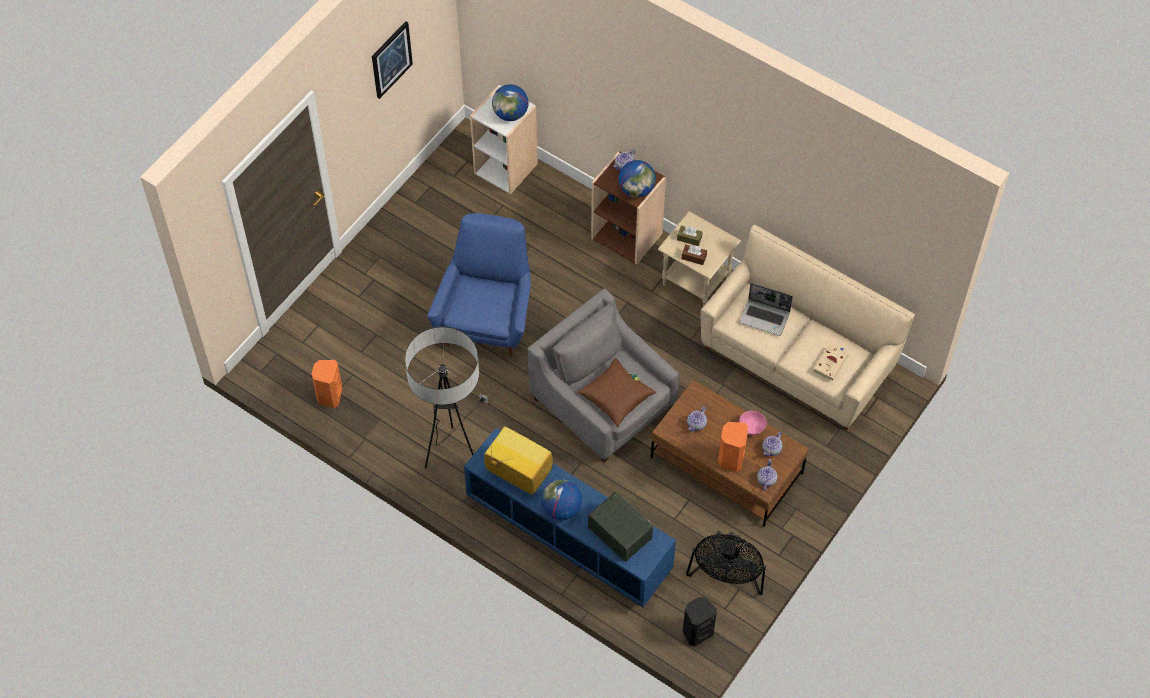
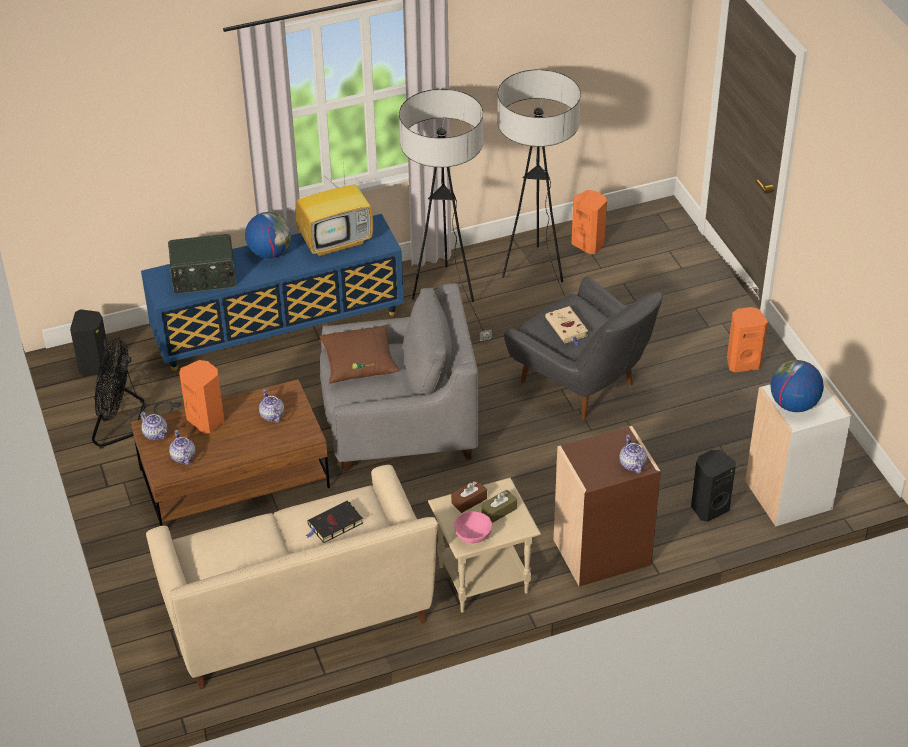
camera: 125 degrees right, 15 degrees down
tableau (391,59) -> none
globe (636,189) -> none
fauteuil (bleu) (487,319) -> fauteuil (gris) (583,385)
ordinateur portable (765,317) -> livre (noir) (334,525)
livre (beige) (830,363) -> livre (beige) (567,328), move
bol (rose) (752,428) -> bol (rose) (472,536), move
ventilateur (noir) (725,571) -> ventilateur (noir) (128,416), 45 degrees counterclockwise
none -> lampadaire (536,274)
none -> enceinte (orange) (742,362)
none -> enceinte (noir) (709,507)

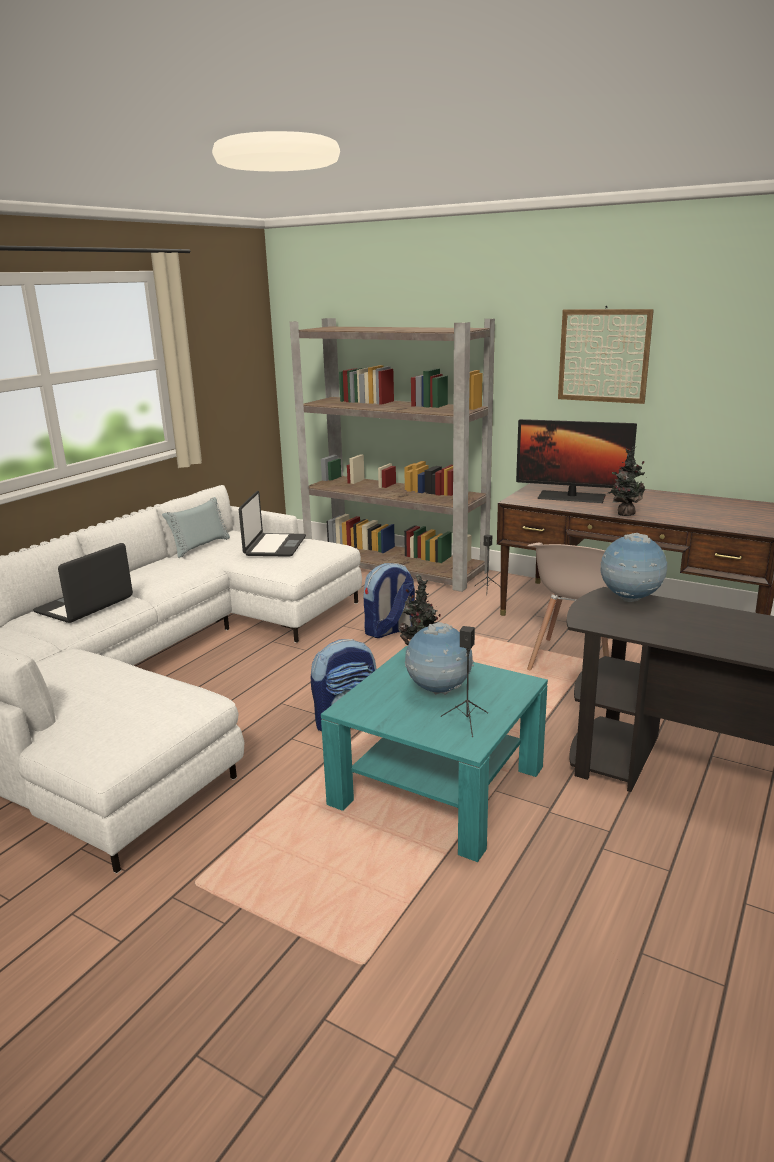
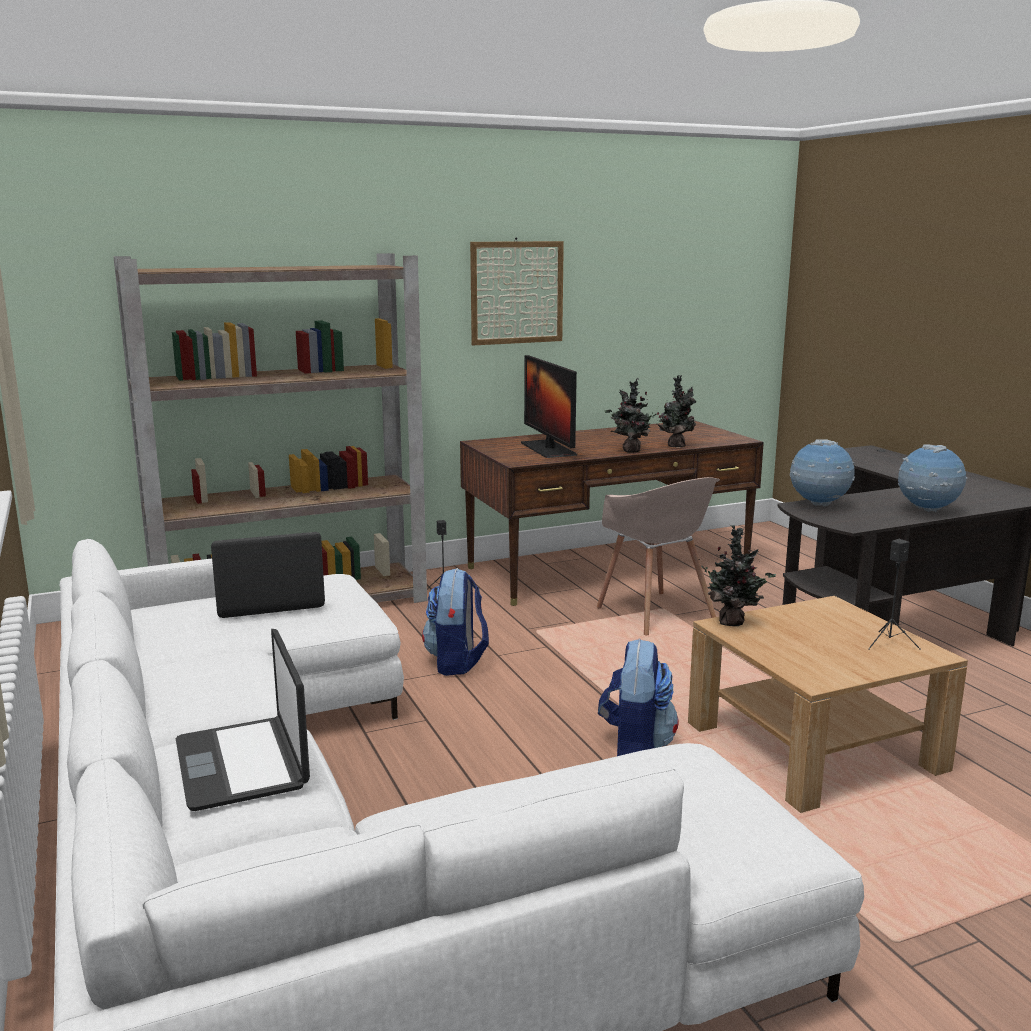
camera: 55 degrees left, 5 degrees down
écran d'ordinateur (571,497) -> écran d'ordinateur (548,449), 105 degrees clockwise
ordinateur portable (274,546) -> ordinateur portable (269,601), 60 degrees counterclockwise
coussin (bleu) (200,547) -> none
globe (438,691) -> globe (927,511), move
table basse (turquoise) (438,786) -> table basse (marron) (814,746)
none -> plante en pot (676,446)

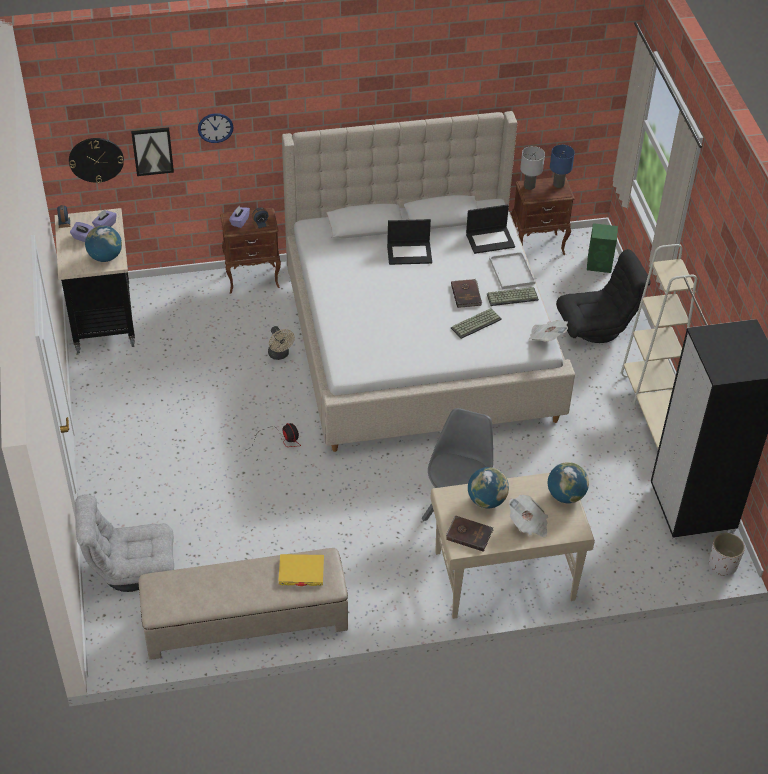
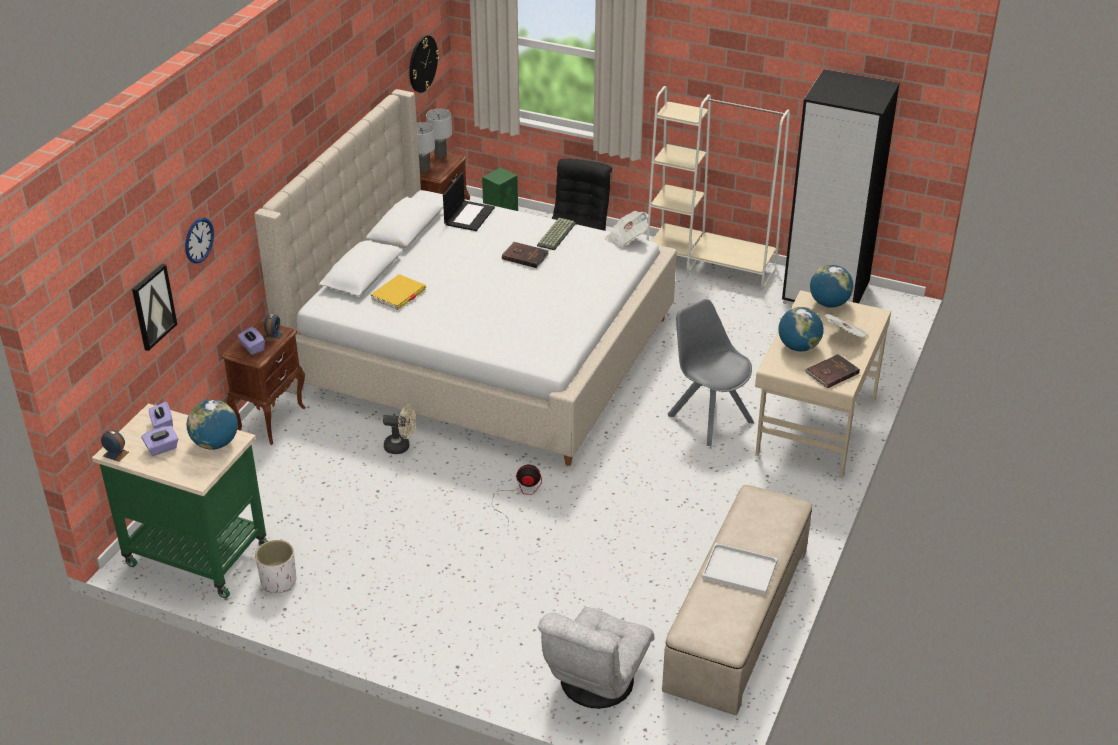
camera: 55 degrees left, 10 degrees down
horloge murale (96,159) -> horloge murale (422,63), move
lampe de table (bleu) (558,185) -> lampe de table (blanc) (441,156)
chariot (noir) (102,320) -> chariot (vert) (196,556)
ordinateur portable (410,253) -> none
plateau (blanc) (511,270) -> plateau (blanc) (738,570), move
clavier (476,323) -> none
cache-pot (blanc) (722,564) -> cache-pot (blanc) (279,581), move
livre (jaune) (301,572) -> livre (jaune) (398,294), move

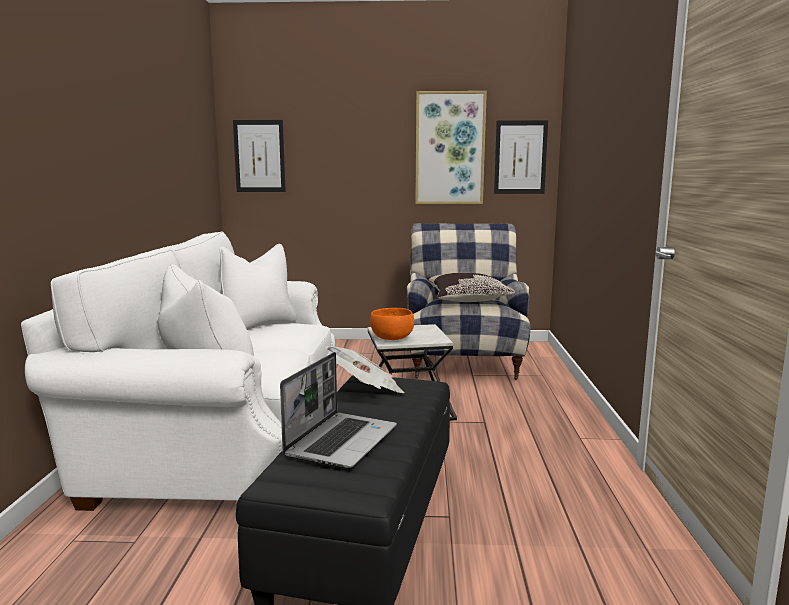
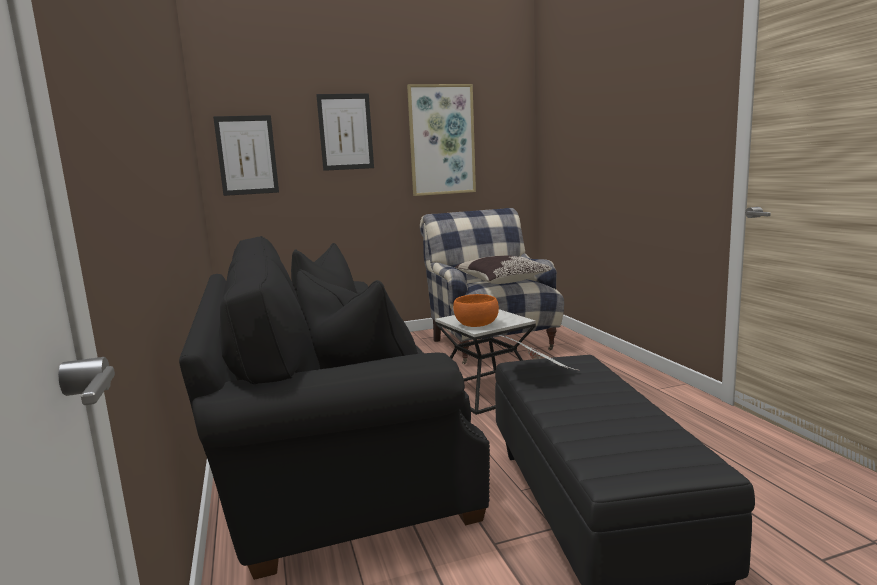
camera: 20 degrees left, 0 degrees up
tableau (520,157) -> tableau (345,132), move
canapé (blanc) (222,433) -> canapé (noir) (331,454)
ordinateur portable (341,441) -> none

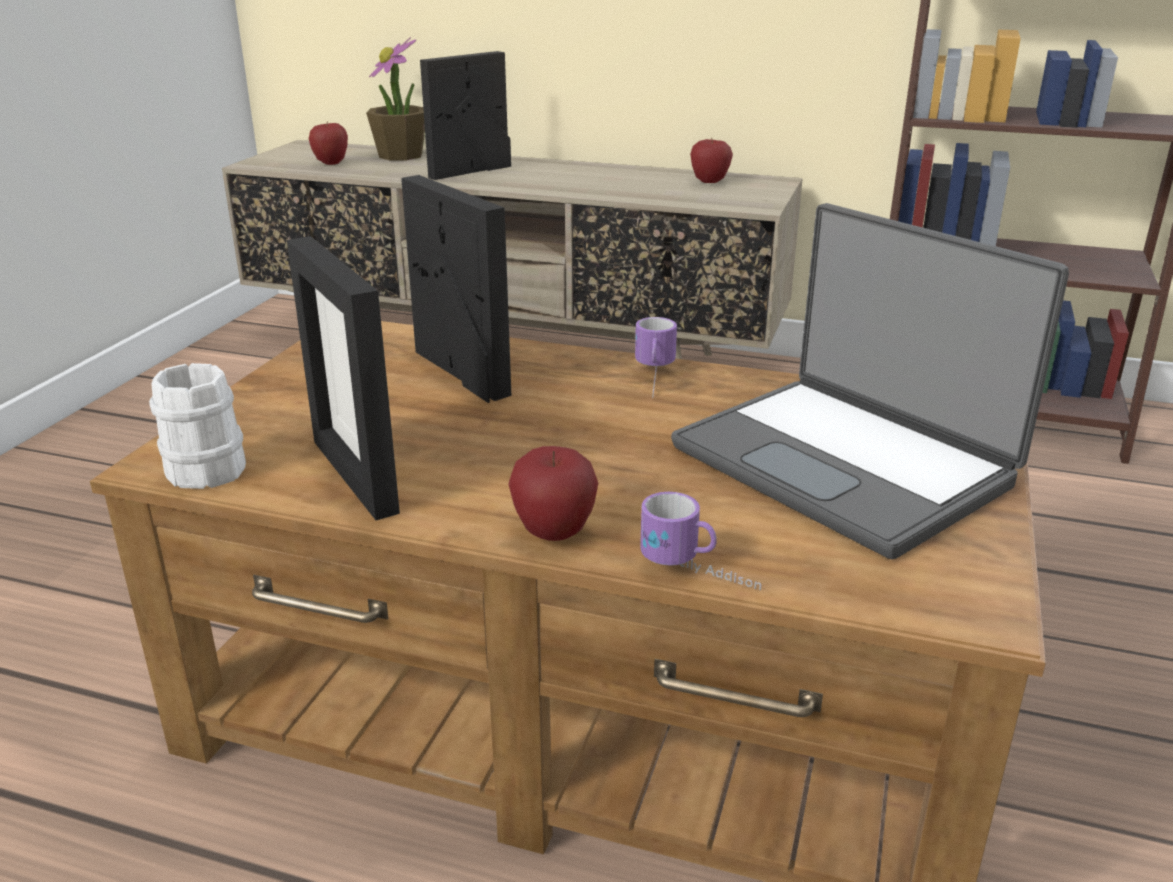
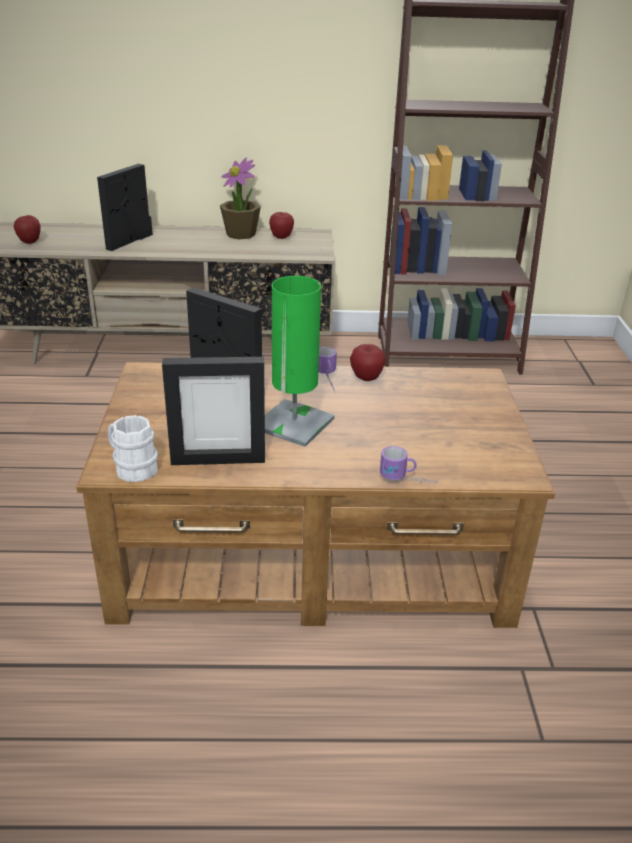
camera: 20 degrees left, 5 degrees up
plante en pot (401,155) -> plante en pot (241,234), move
ordinateur portable (845,464) -> none
cadre photo (358,474) -> cadre photo (218,459), 45 degrees counterclockwise
pomme (554,533) -> pomme (366,378), move
none -> lampe de table (vert) (294,423)

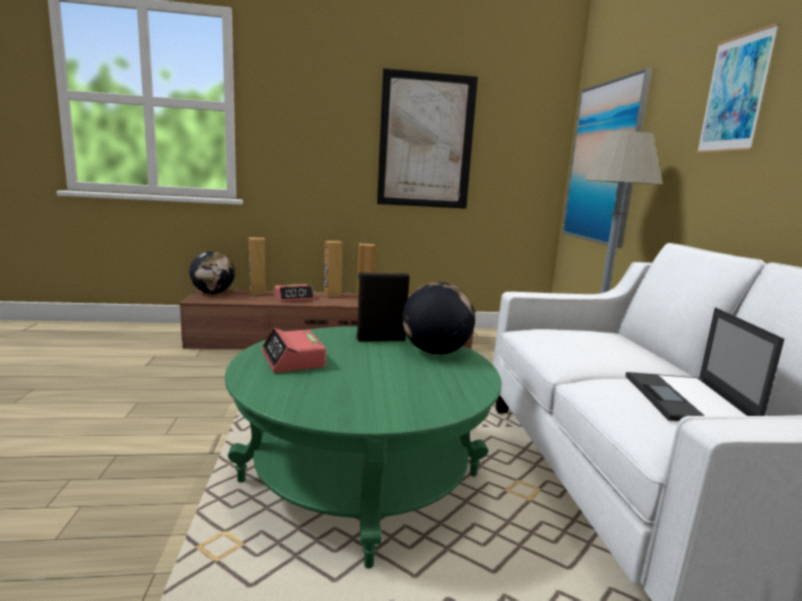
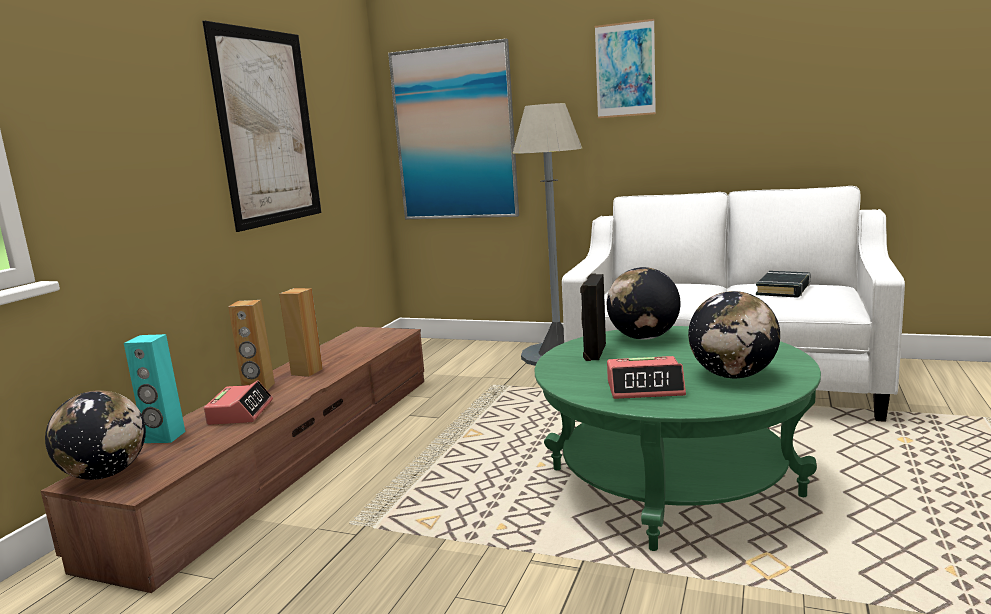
camera: 60 degrees left, 0 degrees up
enceinte (marron) (257,293) -> enceinte (turquoise) (164,437)
ordinateur portable (688,400) -> livre (noir) (783,289)
none -> globe (733,375)

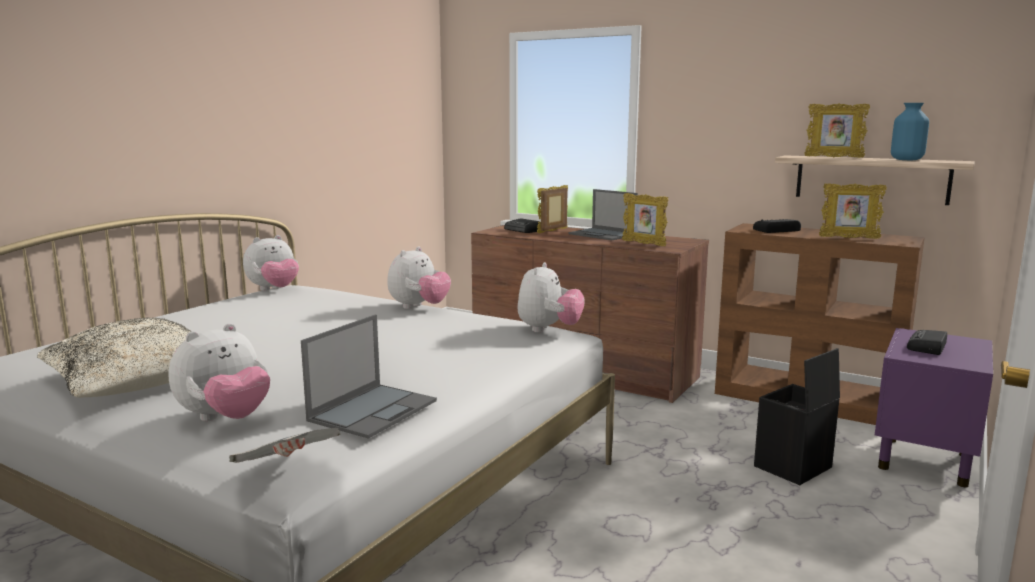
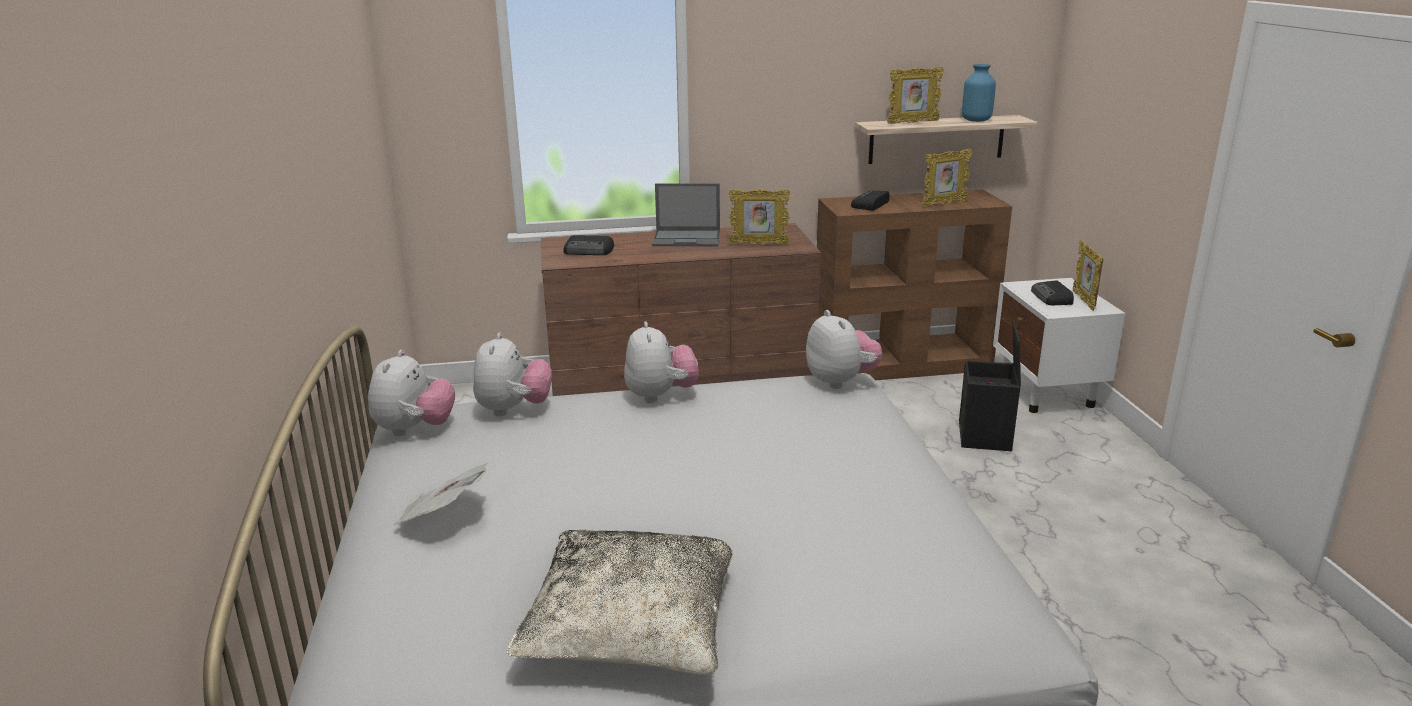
camera: 40 degrees left, 10 degrees up
cadre photo (553,231) -> cadre photo (1084,301), move
ordinateur portable (374,410) -> none
peluche (225,419) -> peluche (513,409), move
table de chevet (violet) (924,462) -> table de chevet (blanc) (1047,395)
journal (287,474) -> journal (444,516), move

